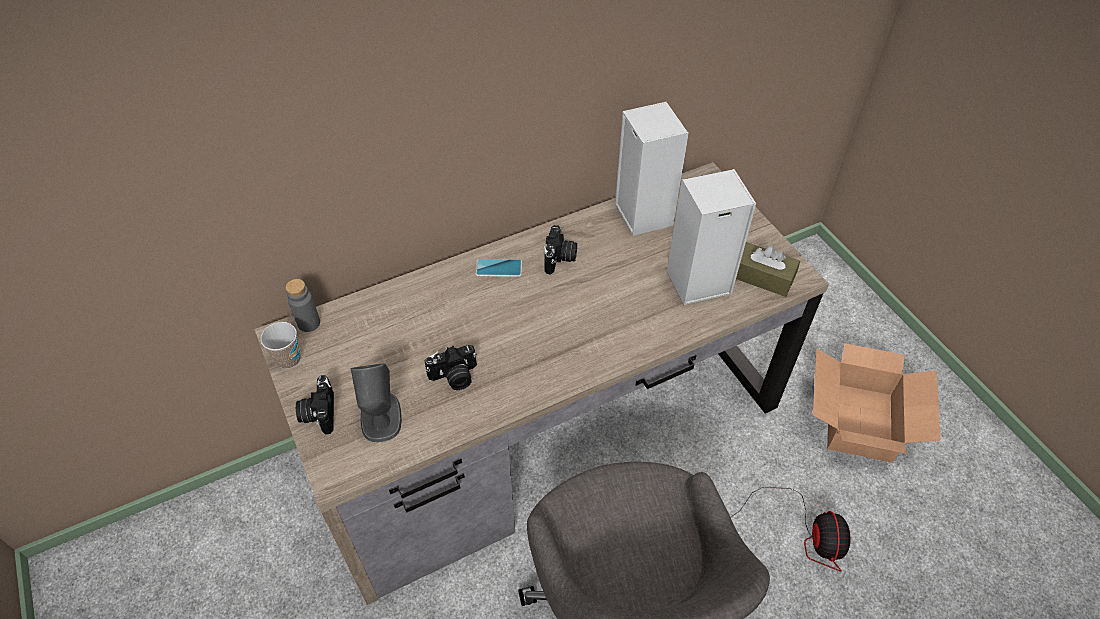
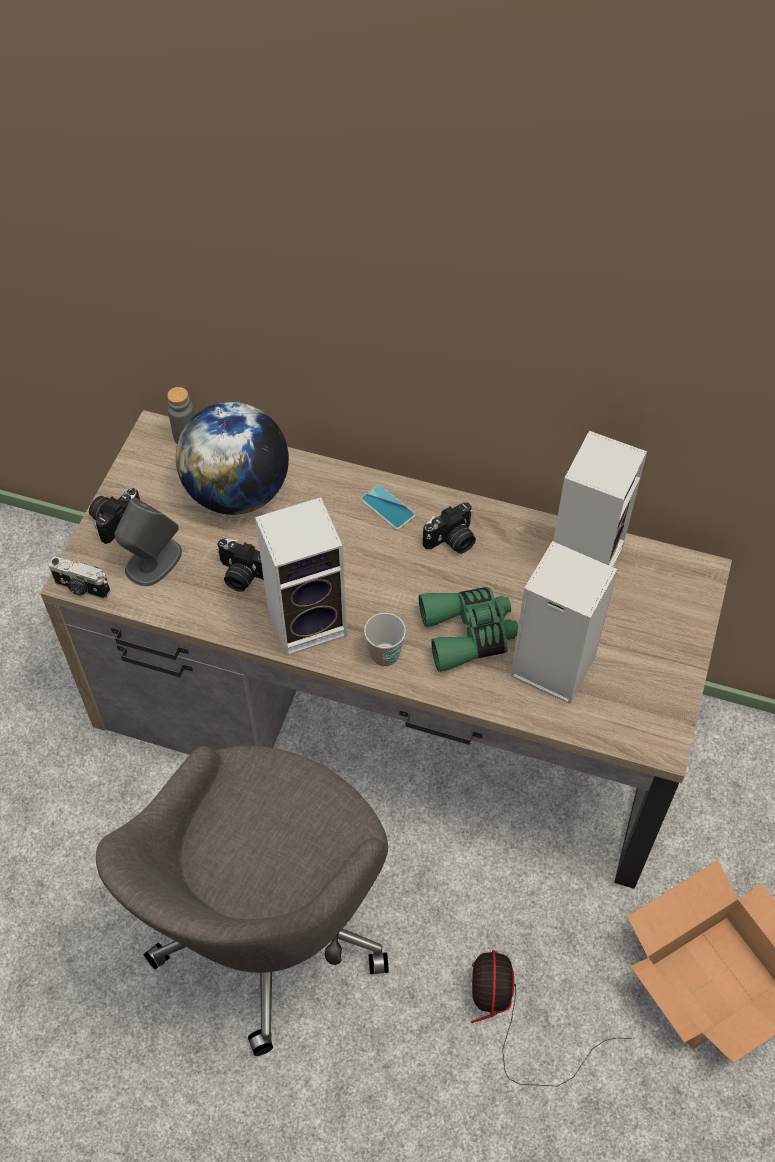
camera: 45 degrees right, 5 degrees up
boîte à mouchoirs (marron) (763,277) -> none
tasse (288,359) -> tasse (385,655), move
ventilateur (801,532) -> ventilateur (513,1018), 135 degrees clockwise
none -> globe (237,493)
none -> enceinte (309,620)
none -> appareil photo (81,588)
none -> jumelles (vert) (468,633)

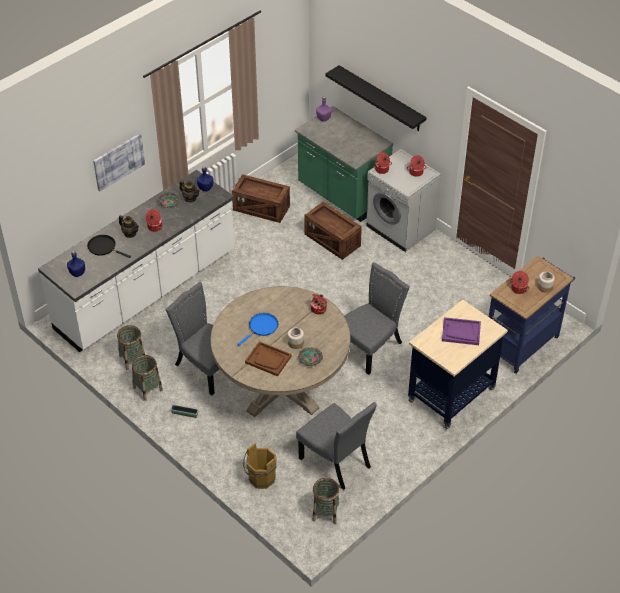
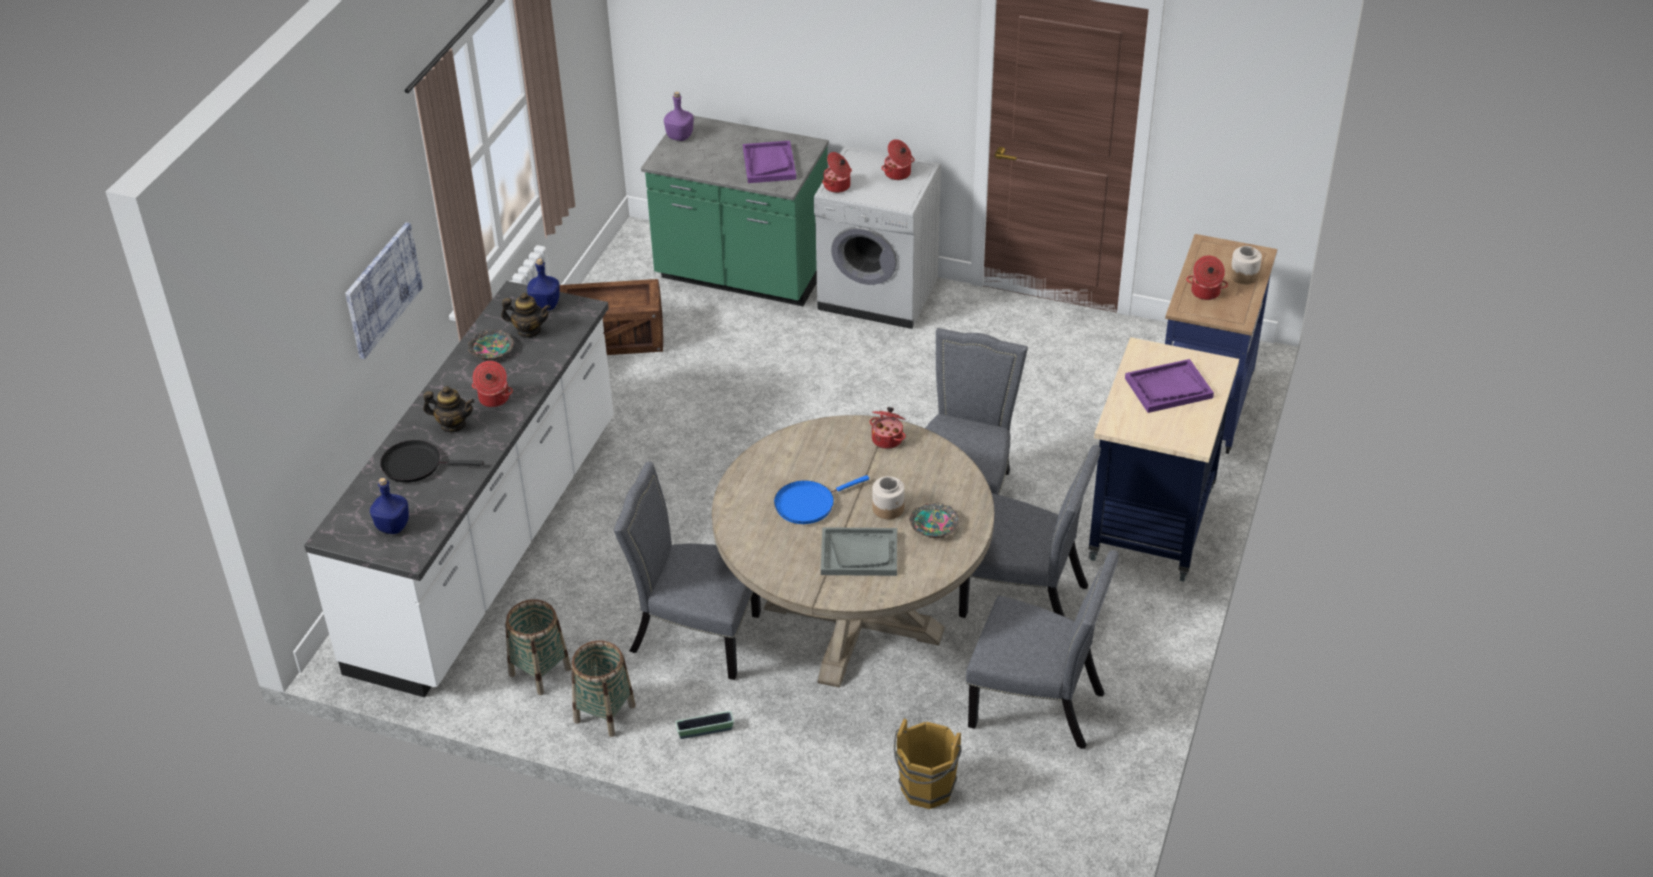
camera: 25 degrees left, 5 degrees down
étagère (noir) (381,99) -> none
caisse (332,240) -> none
poêle (bleu) (262,327) -> poêle (bleu) (808,504), 135 degrees counterclockwise
plateau (marron) (268,359) -> plateau (gris) (859,553)
panier (325,512) -> none
none -> plateau (violet) (769,164)
none -> chaise (gris) (1022,597)

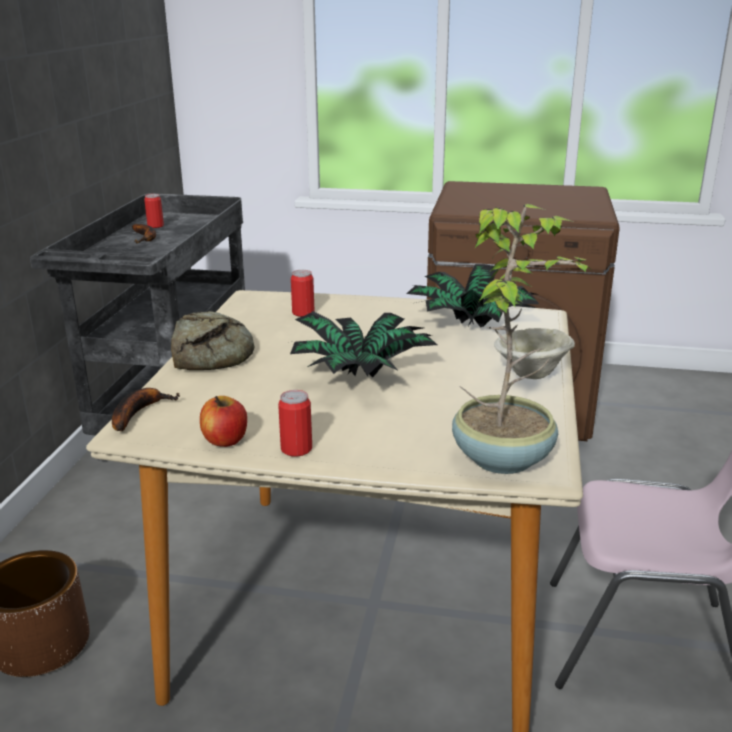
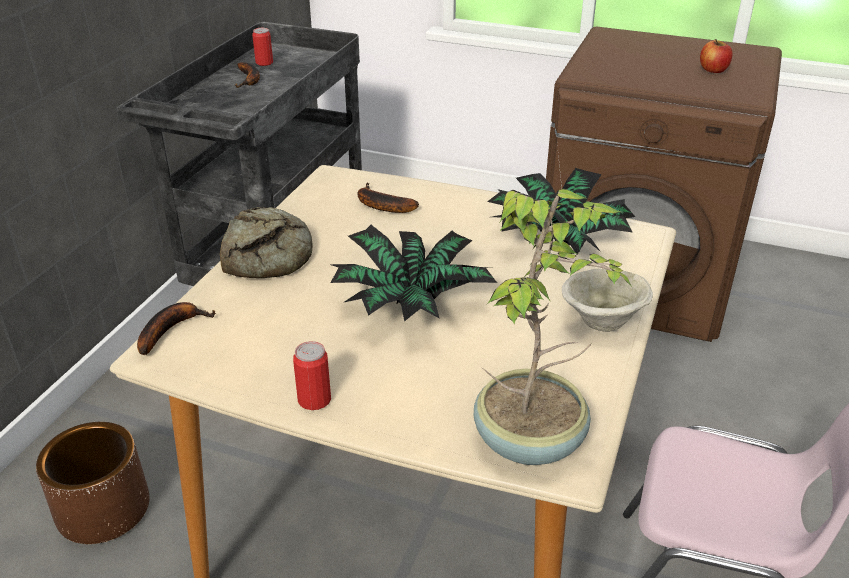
camera: 10 degrees right, 10 degrees up
boîte métallique (303,313) -> banane (380,205)
pomme (225,440) -> pomme (713,70), move

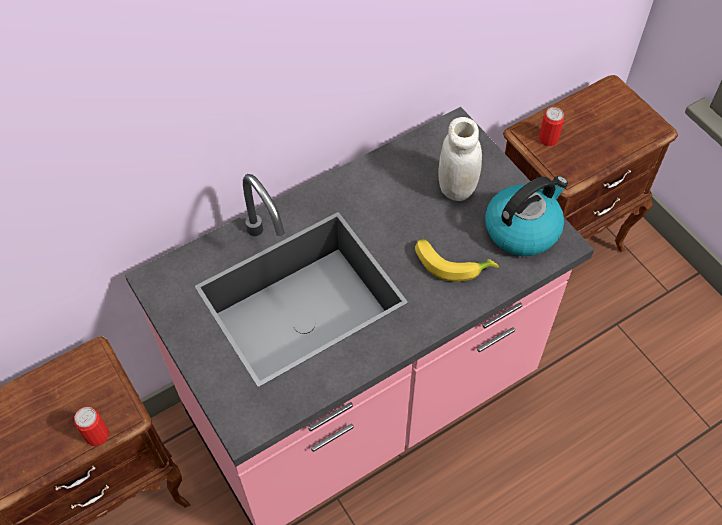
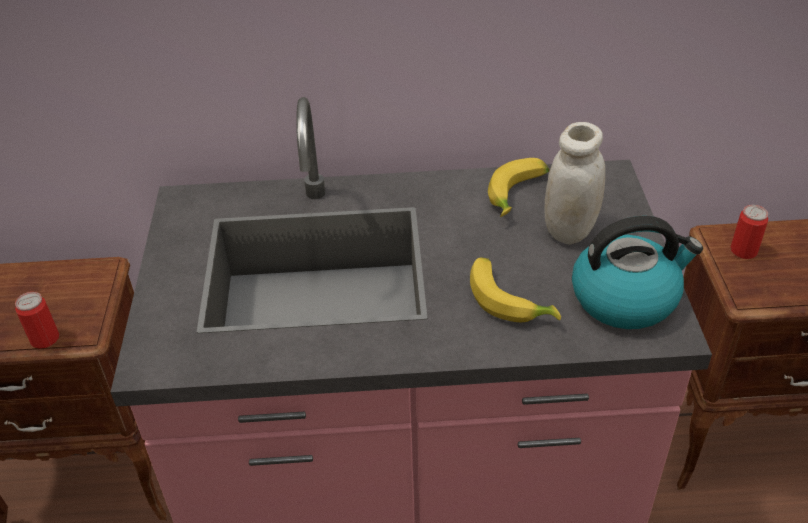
camera: 30 degrees right, 15 degrees down
none -> banane (518,196)

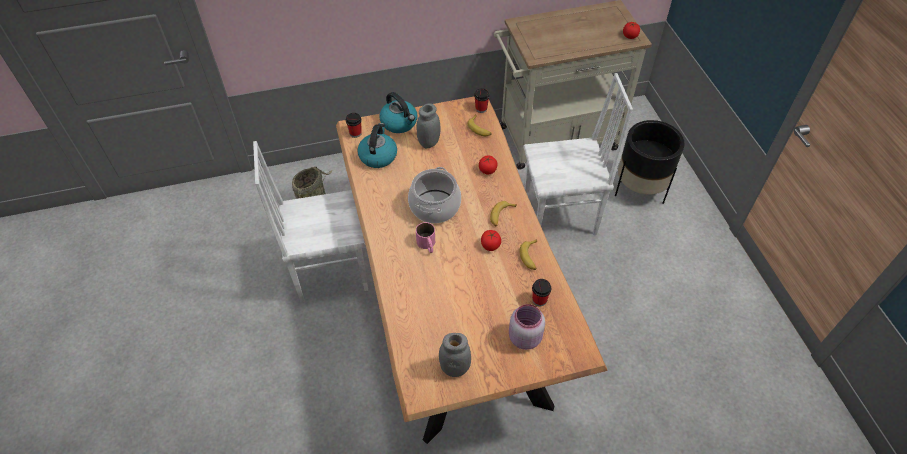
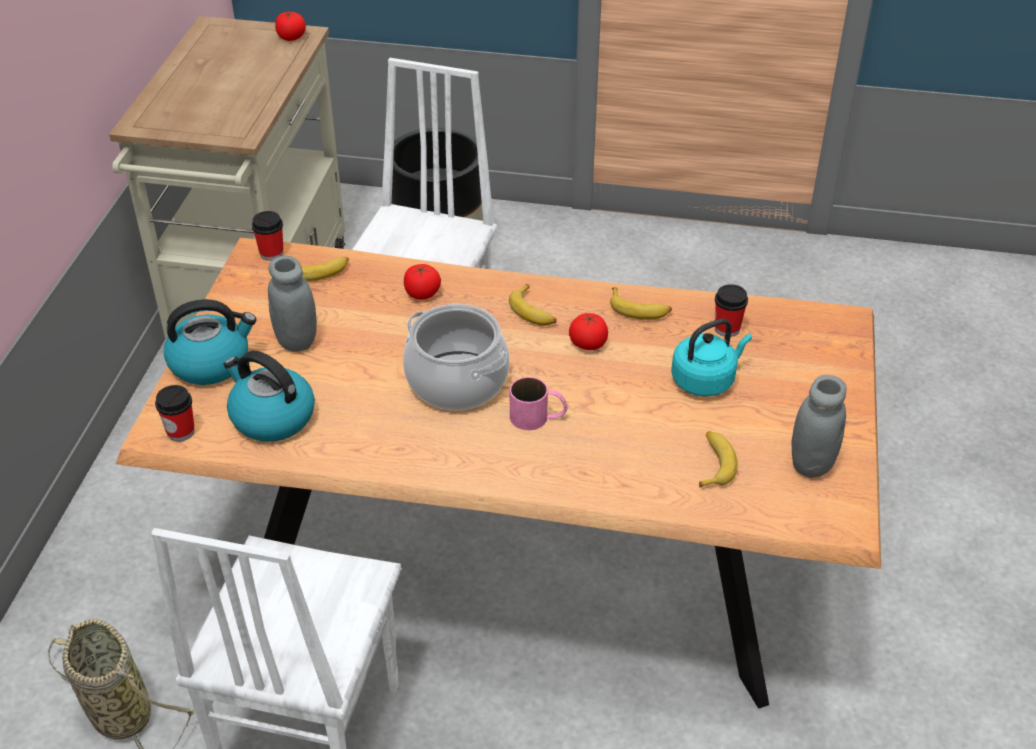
camera: 65 degrees left, 10 degrees down
bocal (rose) (523,337) -> none
none -> bouilloire (turquoise) (705,380)
none -> banane (713,464)

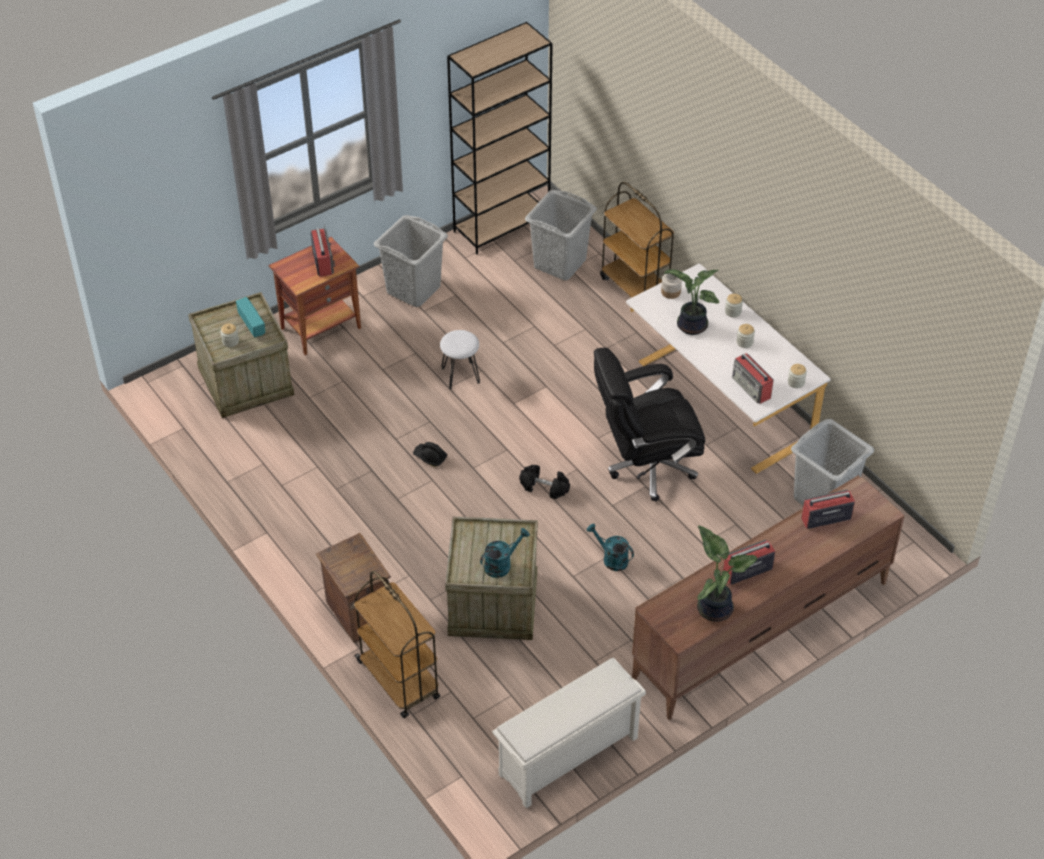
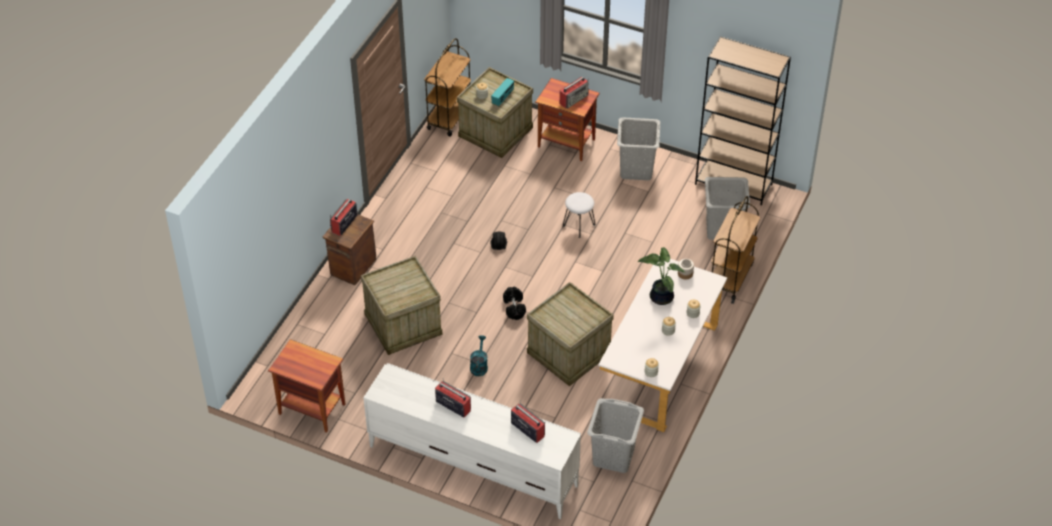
camera: 60 degrees right, 0 degrees up
chaise de bureau (noir) (646,468) -> caisse (569,351)
radio (751,388) -> radio (344,224), move
meuble de rangement (marron) (761,631) -> meuble de rangement (blanc) (472,466)
plante en pot (715,607) -> none
arrosoir (turquoise) (502,564) -> none
chariot (marron) (398,681) -> chariot (marron) (449,118), move
étagère à chaussures (blanc) (567,757) -> table de chevet (311,409)

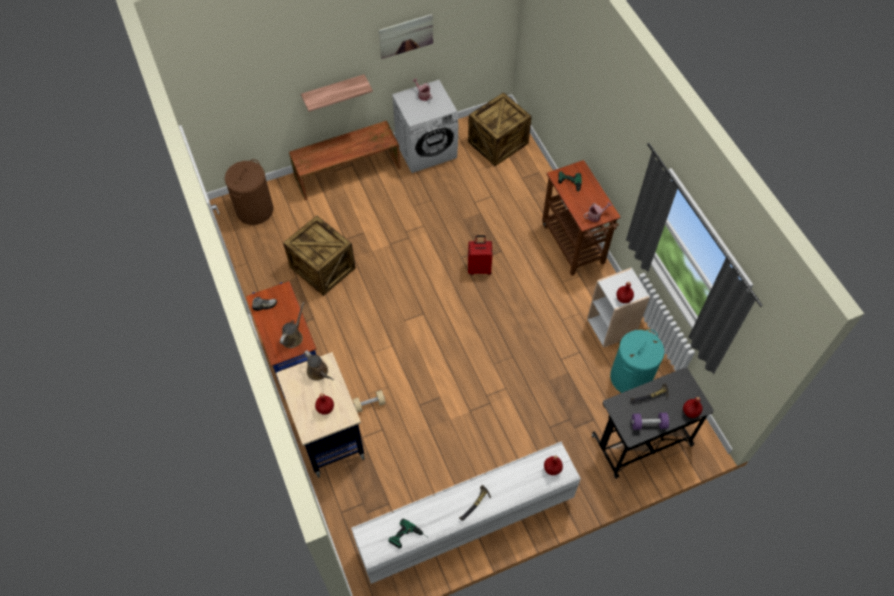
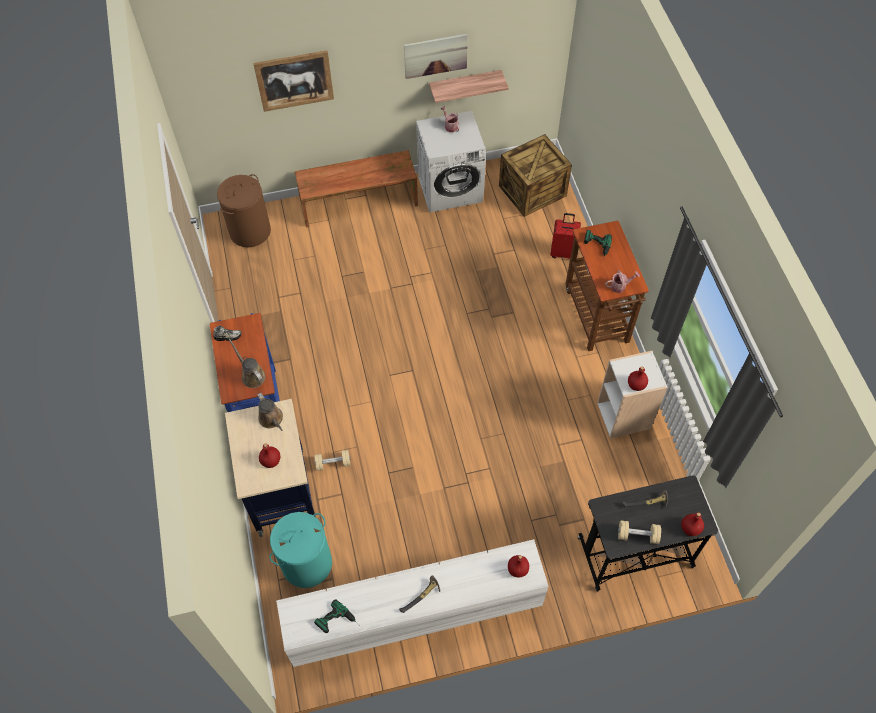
camera: 10 degrees right, 0 degrees up
étagère (333,91) -> étagère (465,85), move
caisse (323,267) -> none
valise (rouge) (479,268) -> valise (rouge) (563,252), move
arrosoir (marron) (293,336) -> arrosoir (marron) (252,375), 75 degrees counterclockwise
panier à linge (turquoise) (630,377) -> panier à linge (turquoise) (307,563), move
haltère (violet) (648,424) -> haltère (beige) (637,535)
none -> tableau (294,80)

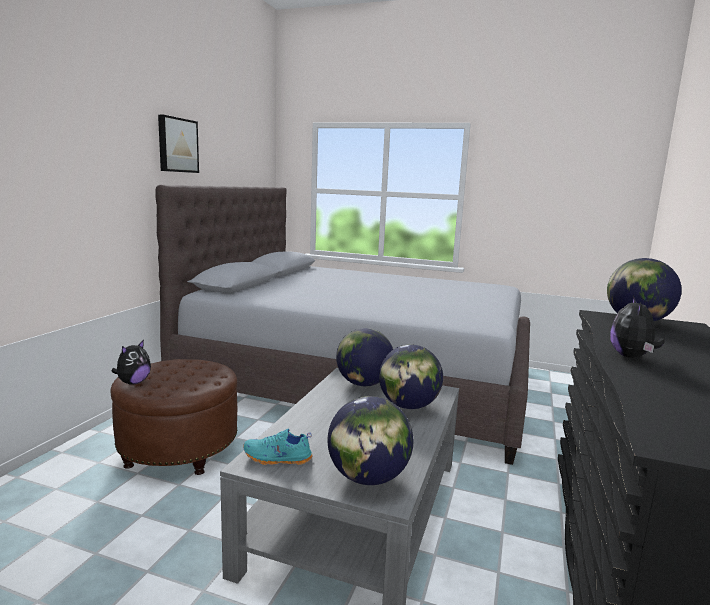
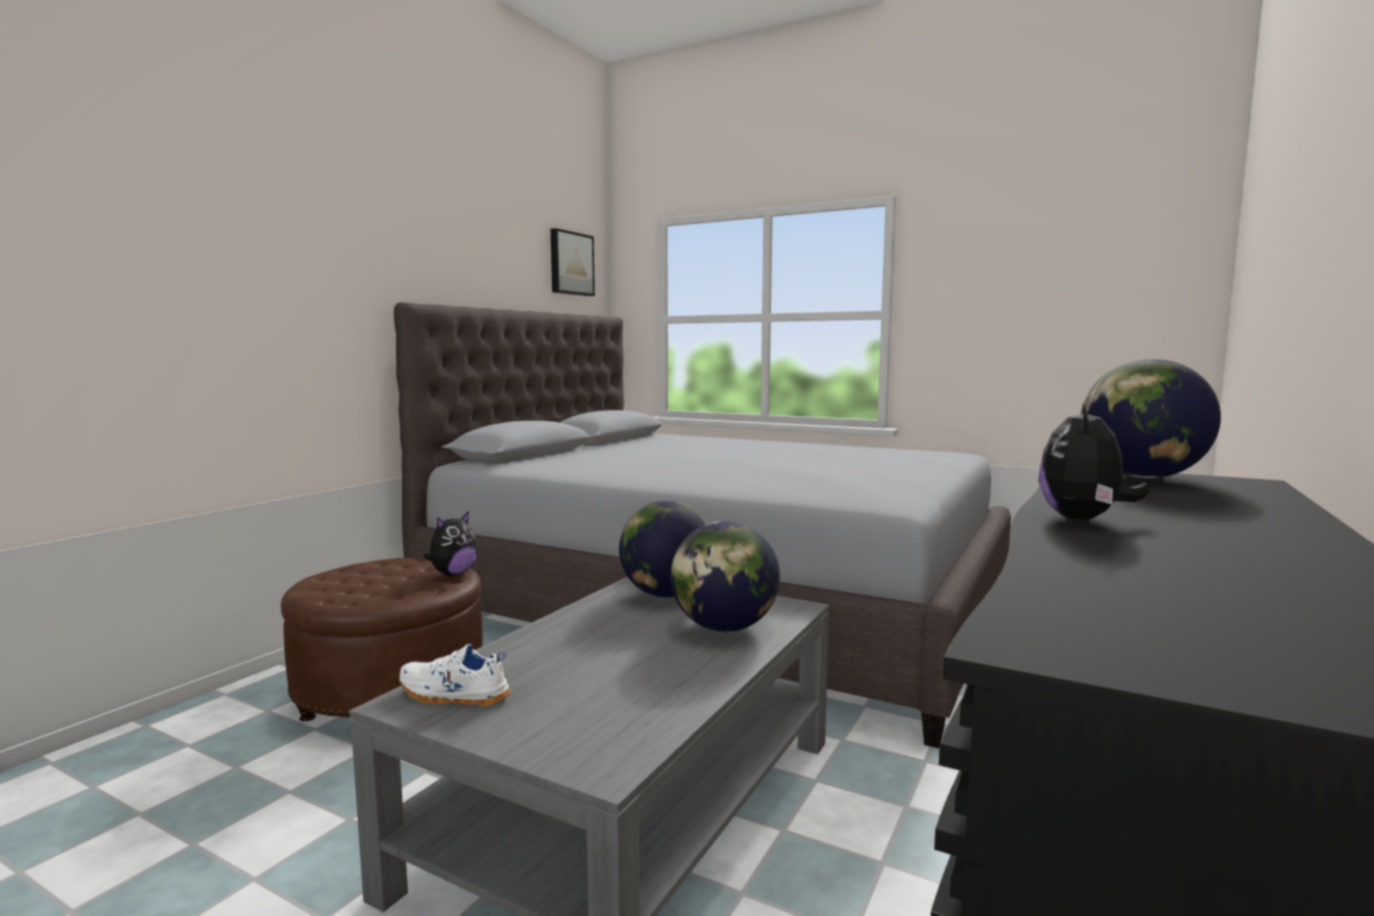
camera: 10 degrees right, 5 degrees down
tableau (177,145) -> tableau (570,263), move
peluche (133,382) -> peluche (453,574), move
globe (368,478) -> none
chaussure (turquoise) (277,459) -> chaussure (blanc) (453,696)

